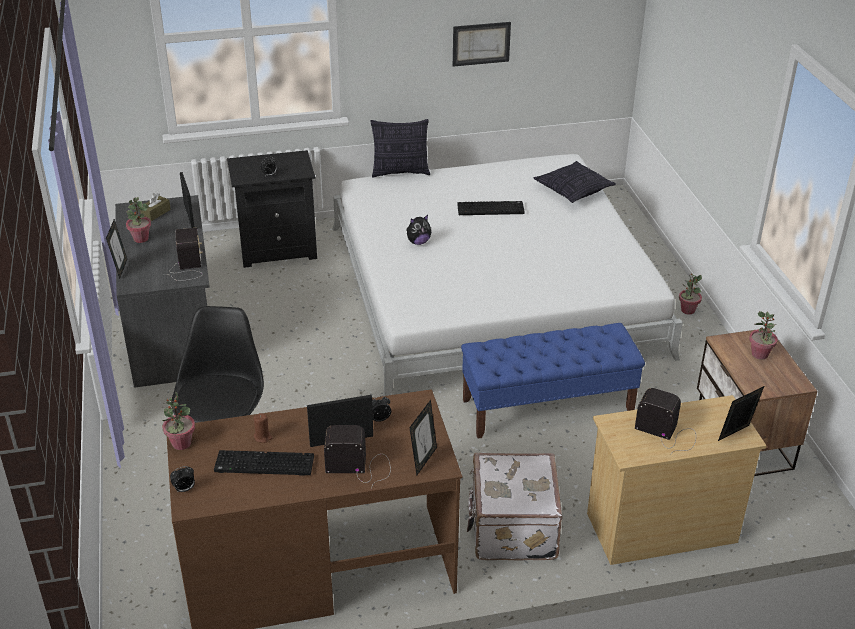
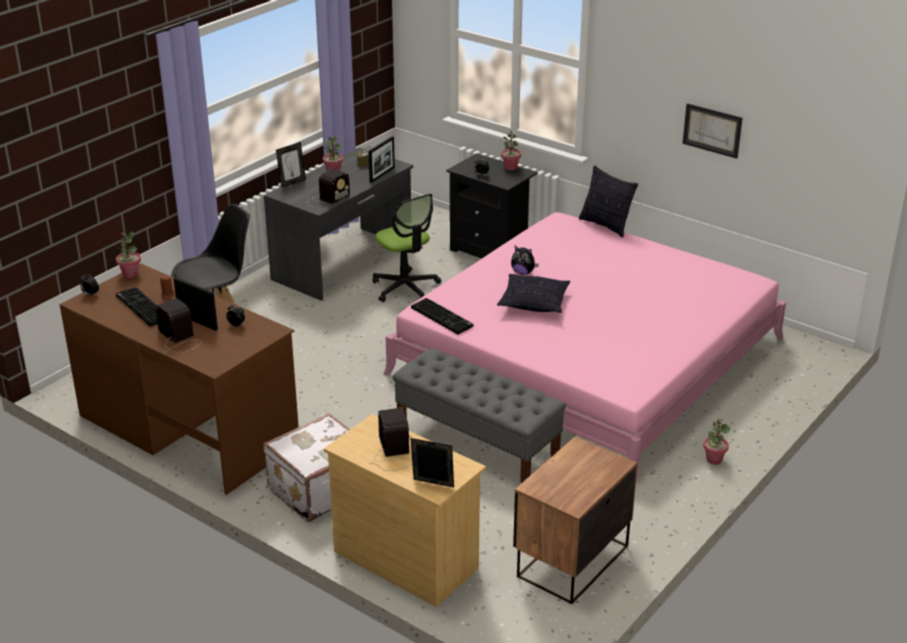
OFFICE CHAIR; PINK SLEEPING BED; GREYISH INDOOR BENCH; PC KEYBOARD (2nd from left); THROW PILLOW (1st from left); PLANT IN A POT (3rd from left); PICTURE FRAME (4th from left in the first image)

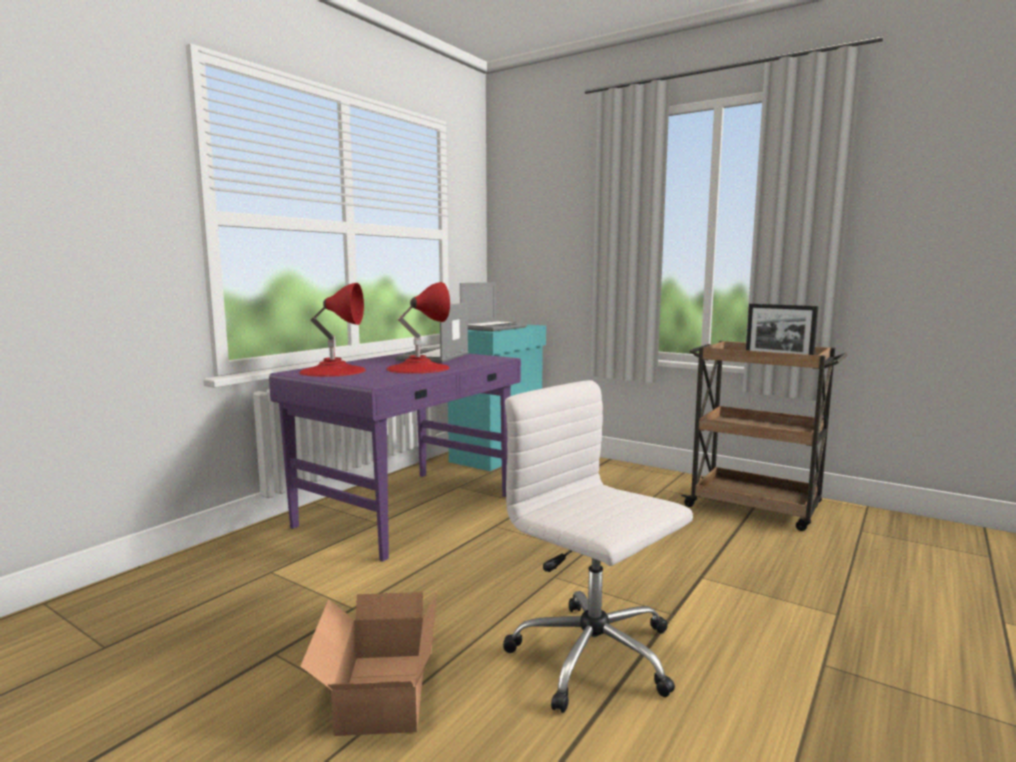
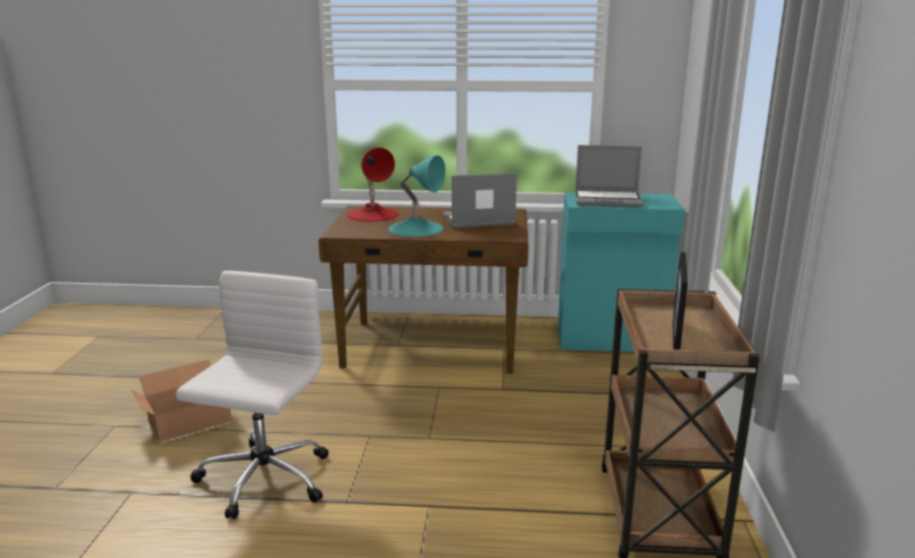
BROWNISH DESK; TURQUOISE-COLOURED TABLE LAMP

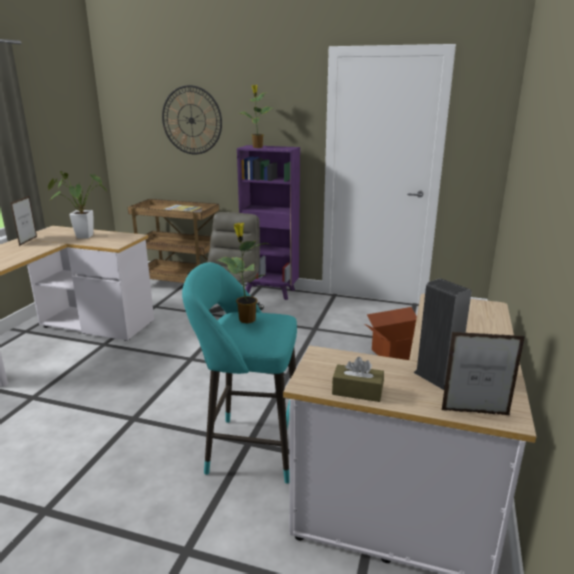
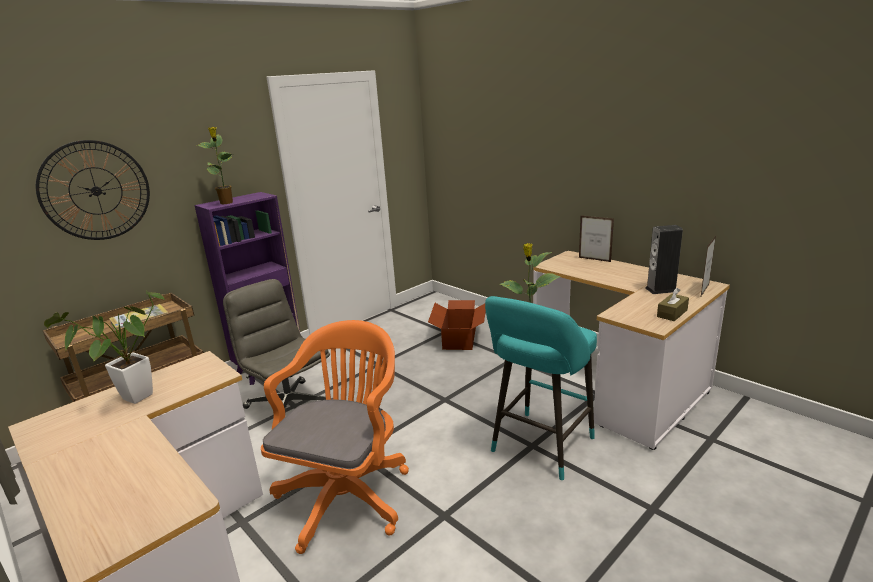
ORANGEY OFFICE CHAIR; PICTURE FRAME (1st from left)

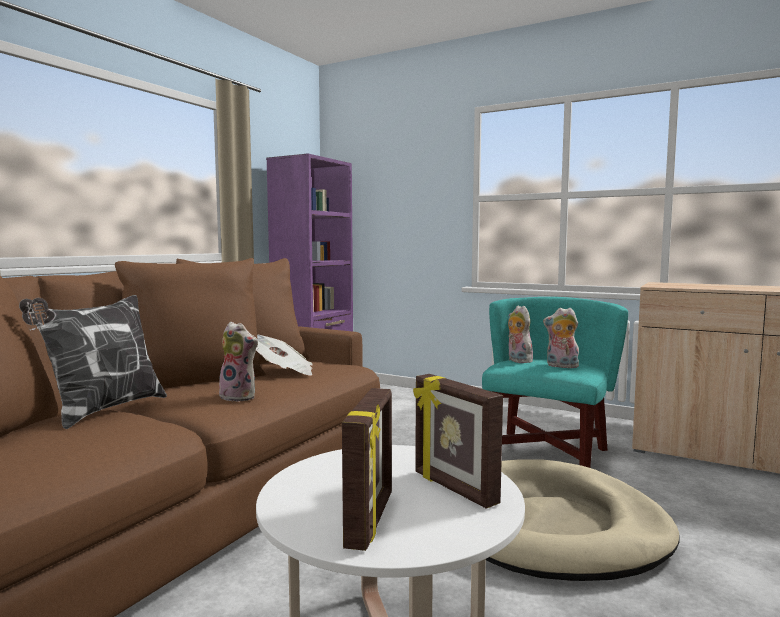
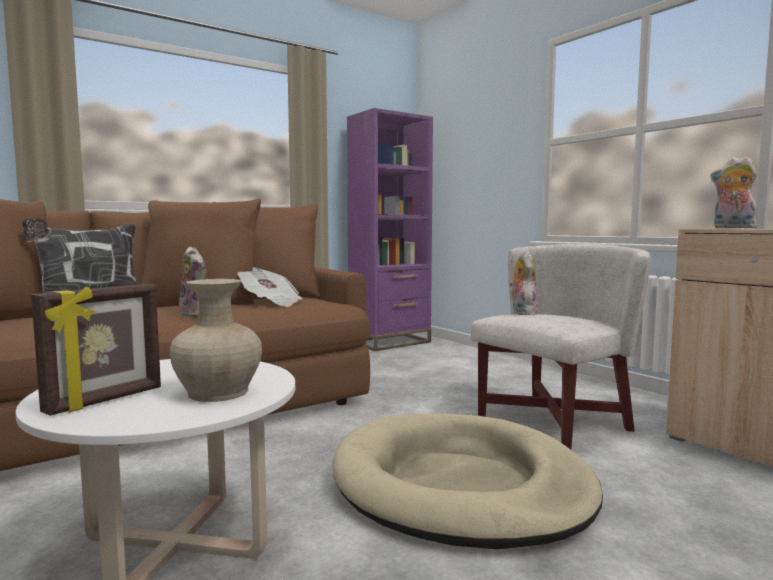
BEIGE-COLOURED DECORATIVE VASE; WHITE-COLOURED LOUNGE CHAIR; SOFT TOY (3rd from left)

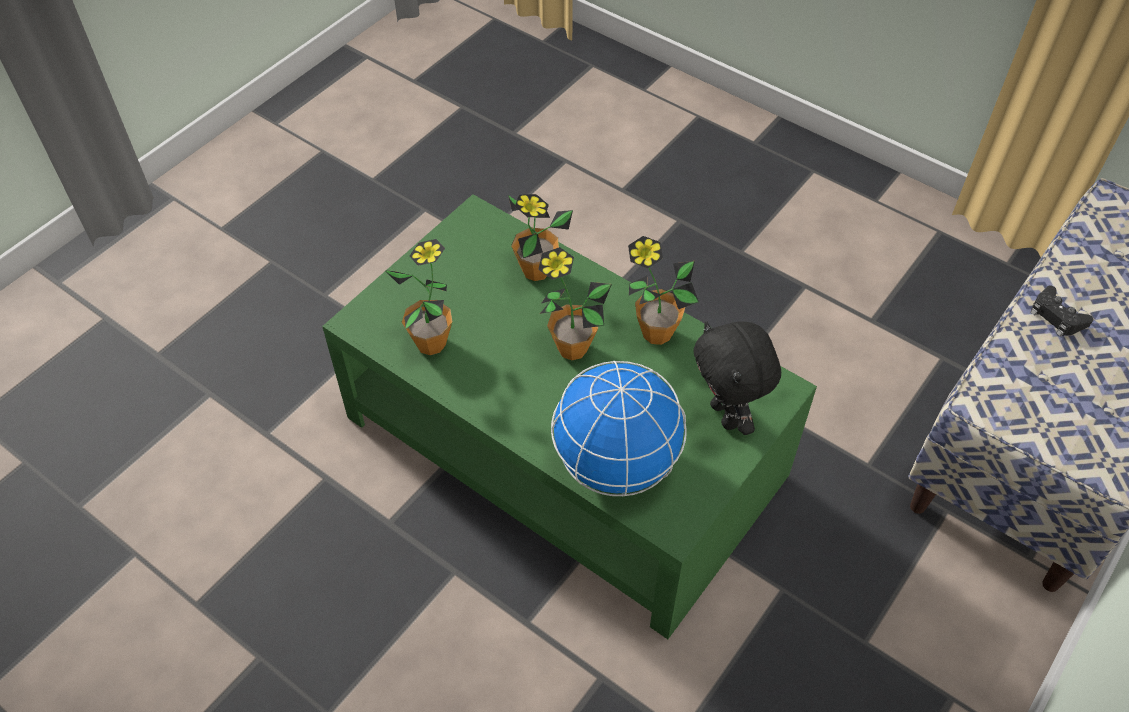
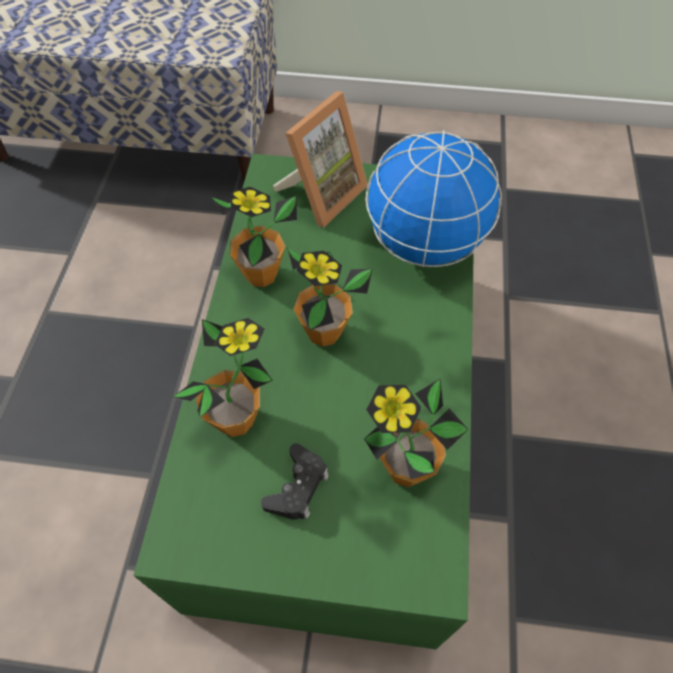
BLACK-COLOURED GAMEPAD; PICTURE FRAME

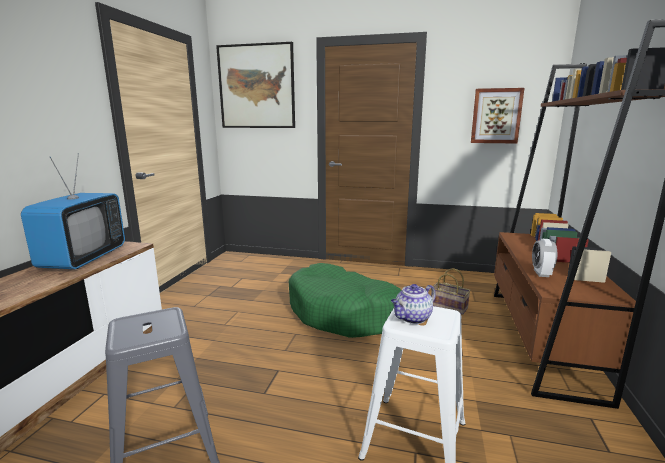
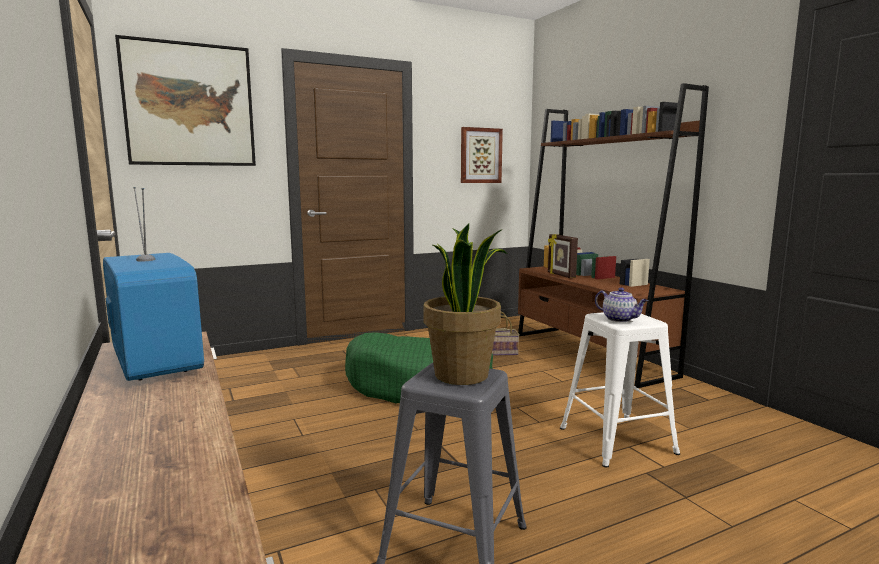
PLANT IN A POT; PICTURE FRAME; TEA POT; TABLE CLOCK

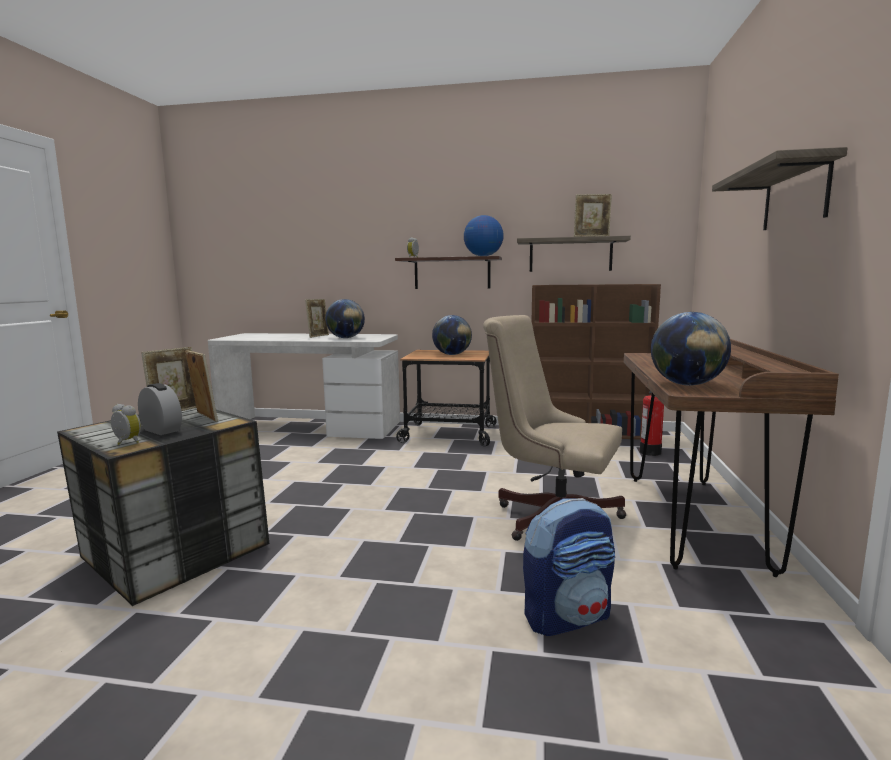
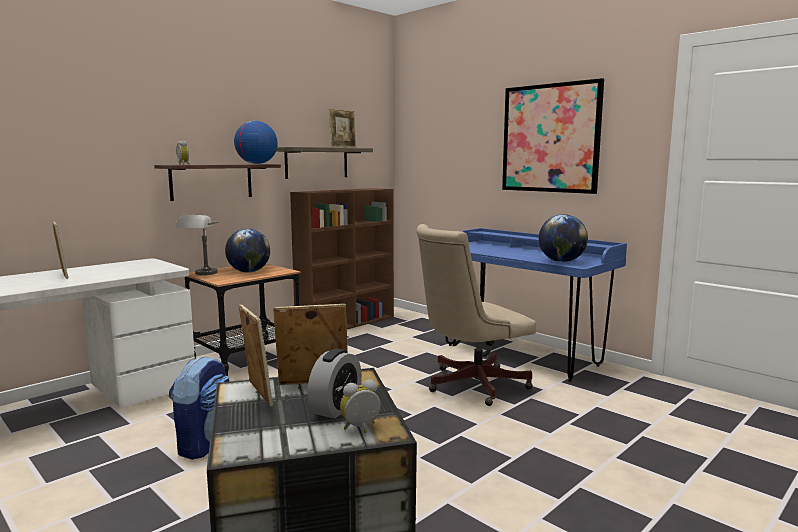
KNAPSACK; GREYISH TABLE LAMP; TABLE CLOCK (2nd from left); BLUISH DESK; WALL PICTURE; GLOBE (1st from left in the first image); EXTINGUISHER

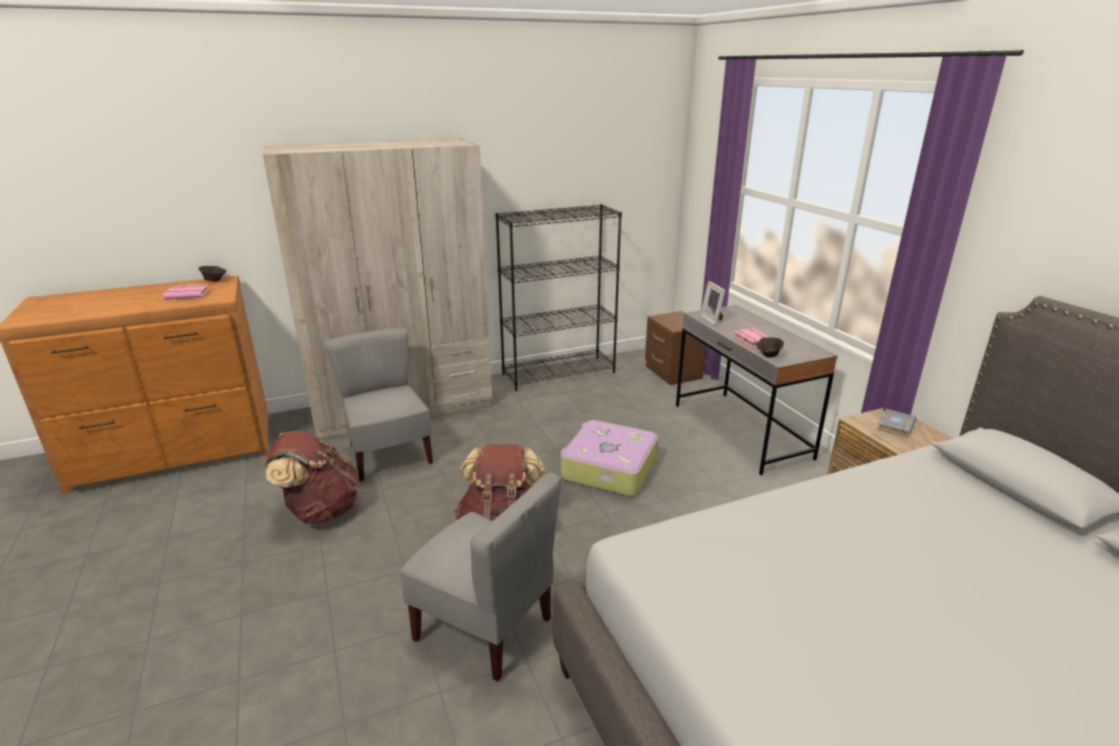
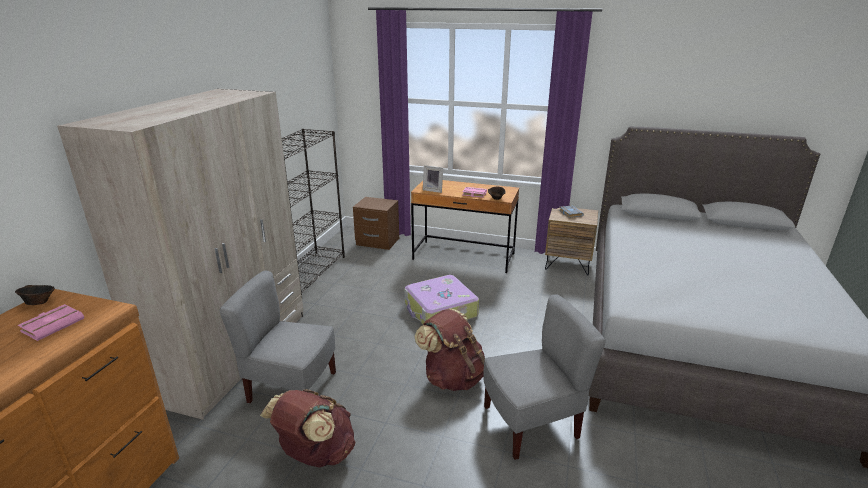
BROWNISH DESK

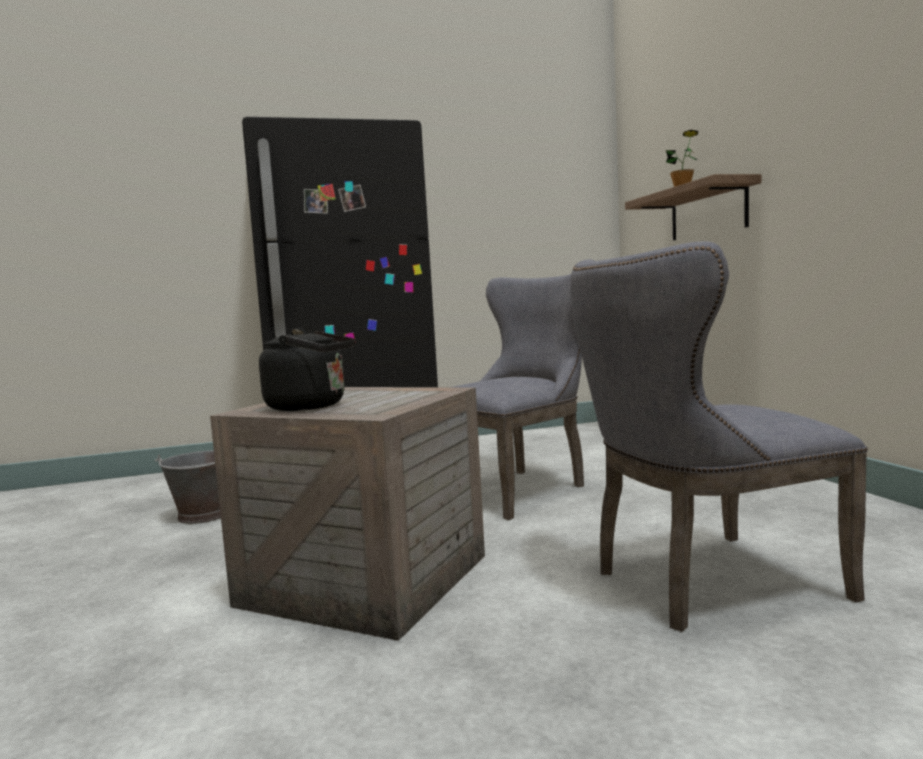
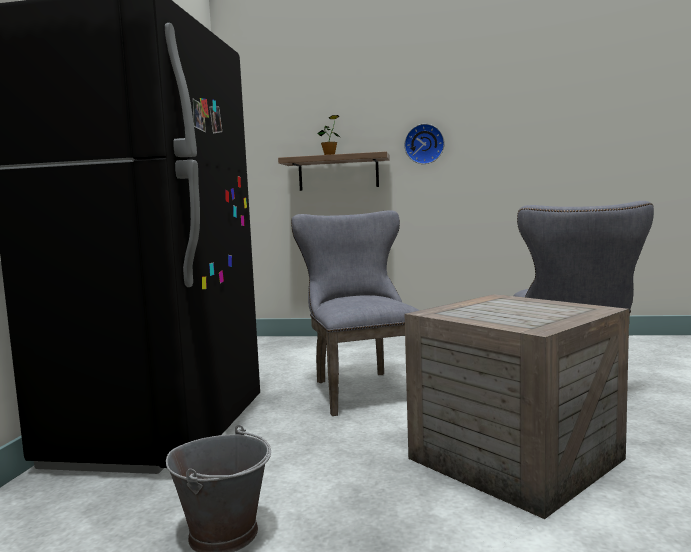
WALL CLOCK; BLACK-COLOURED KETTLE

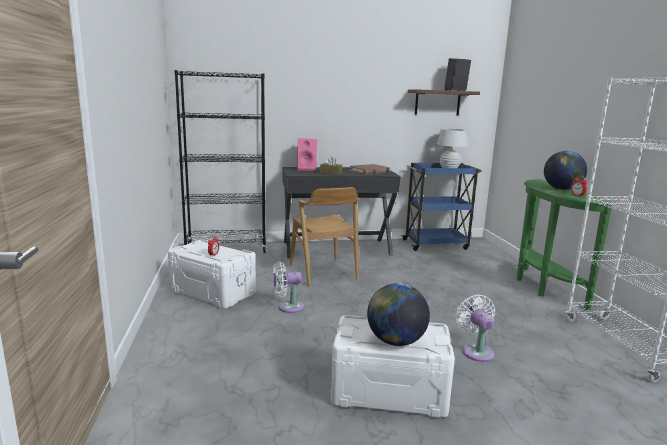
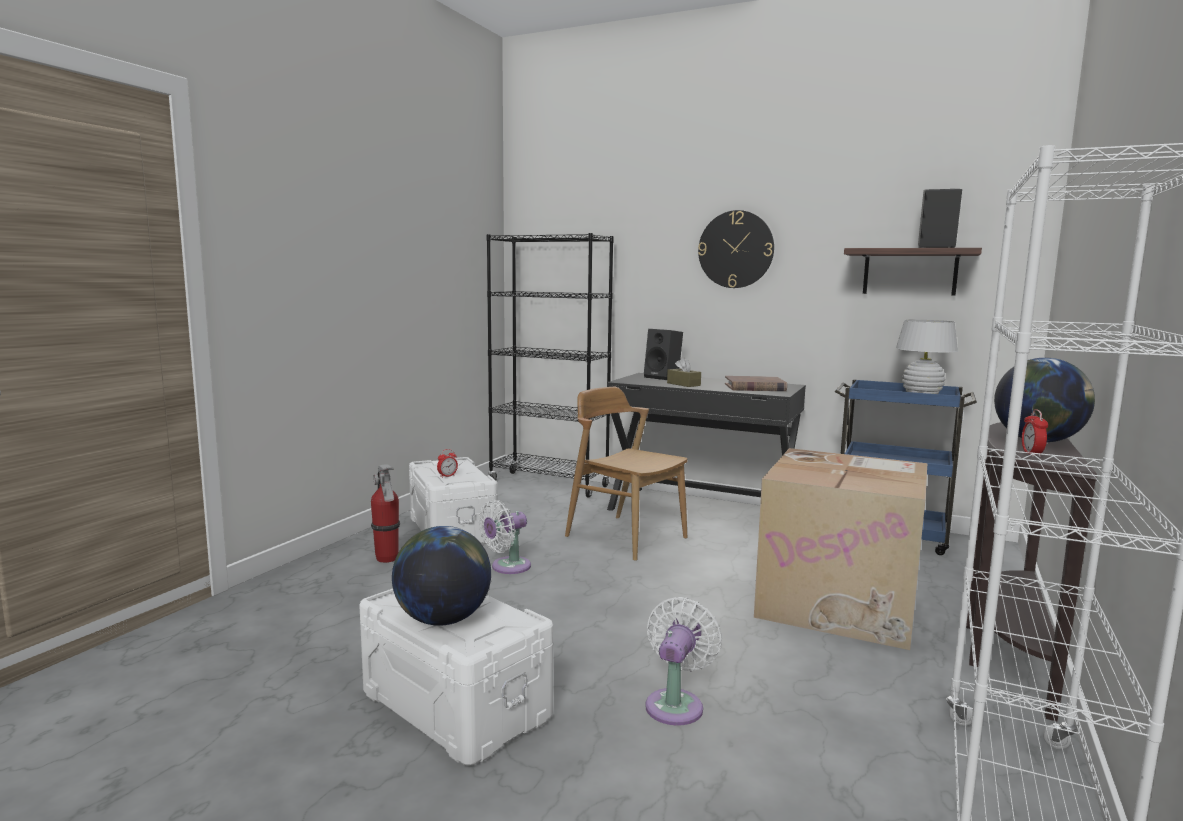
EXTINGUISHER; WHITE-COLOURED COOLING FAN (1st from left); BROWNISH PLAIN CHAIR; BLACK-COLOURED SPEAKER (1st from left); WALL CLOCK; CARTON; BROWNISH HALL TABLE

